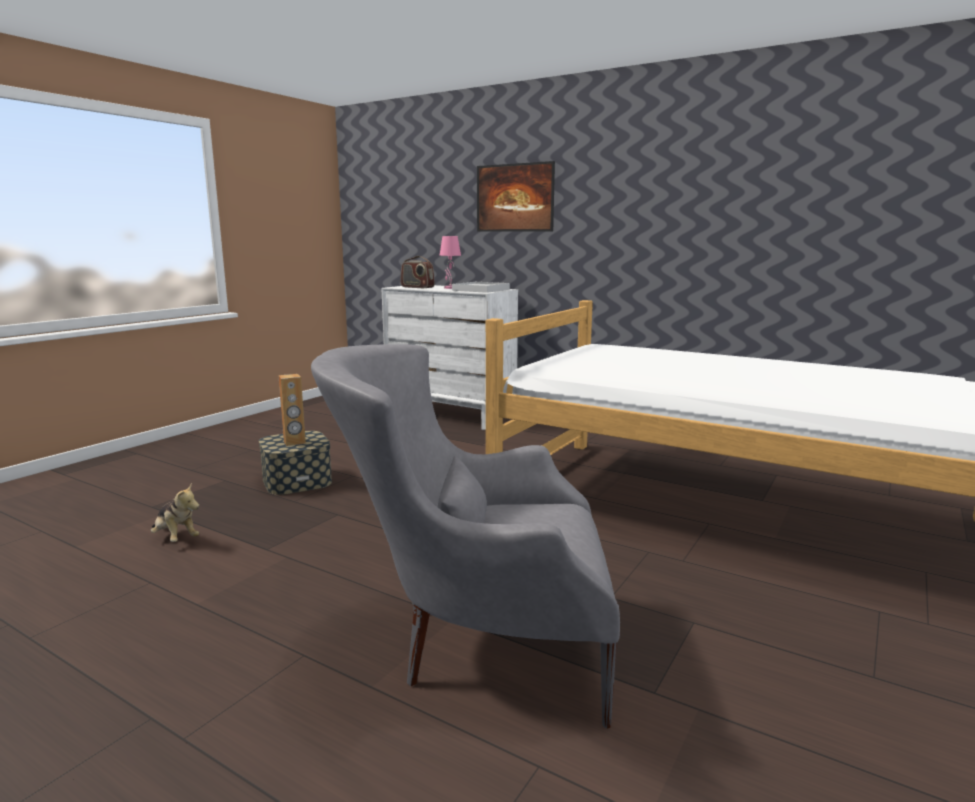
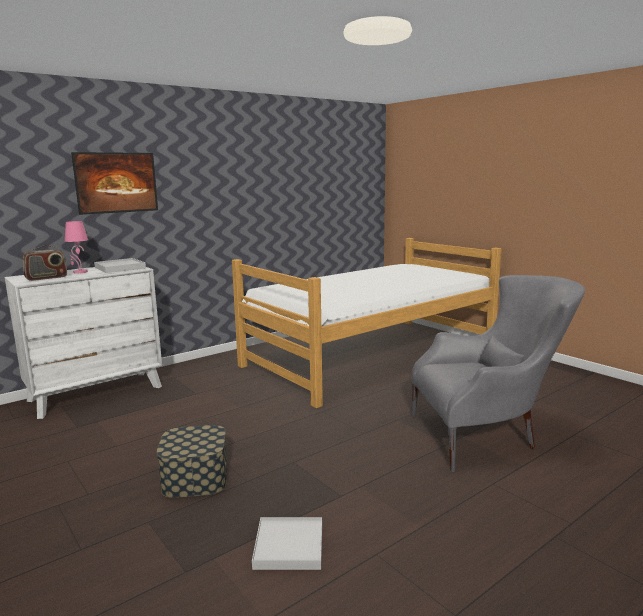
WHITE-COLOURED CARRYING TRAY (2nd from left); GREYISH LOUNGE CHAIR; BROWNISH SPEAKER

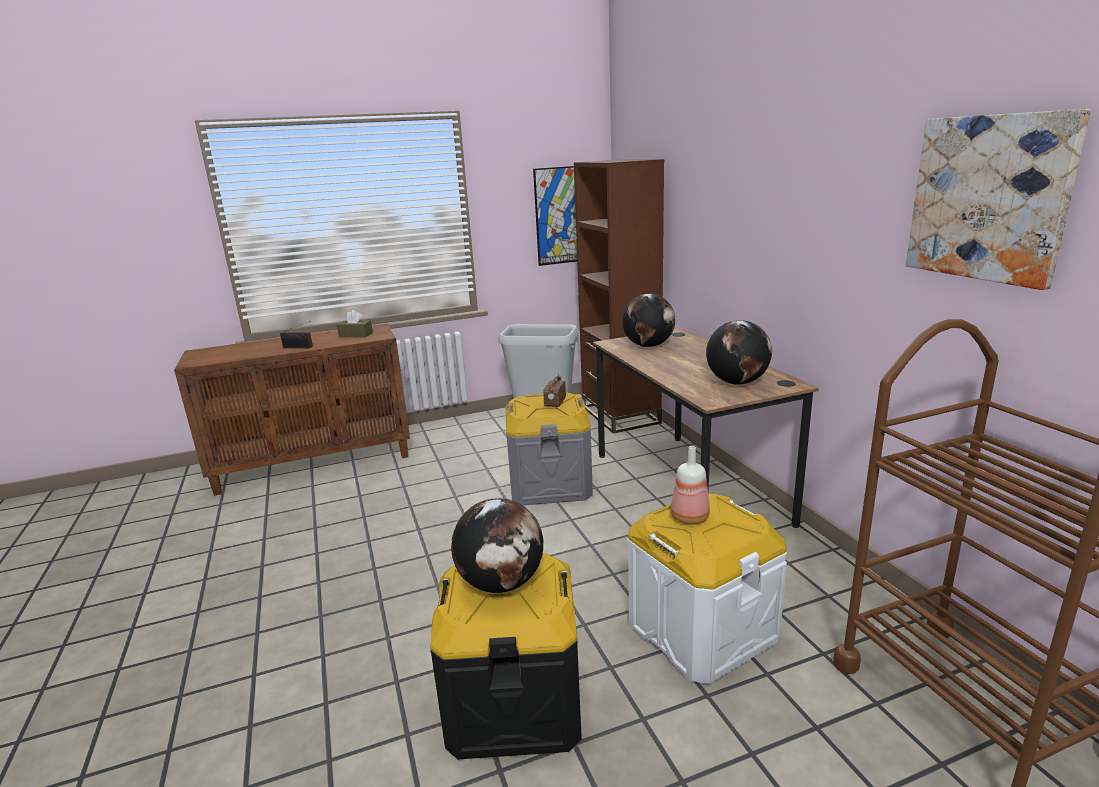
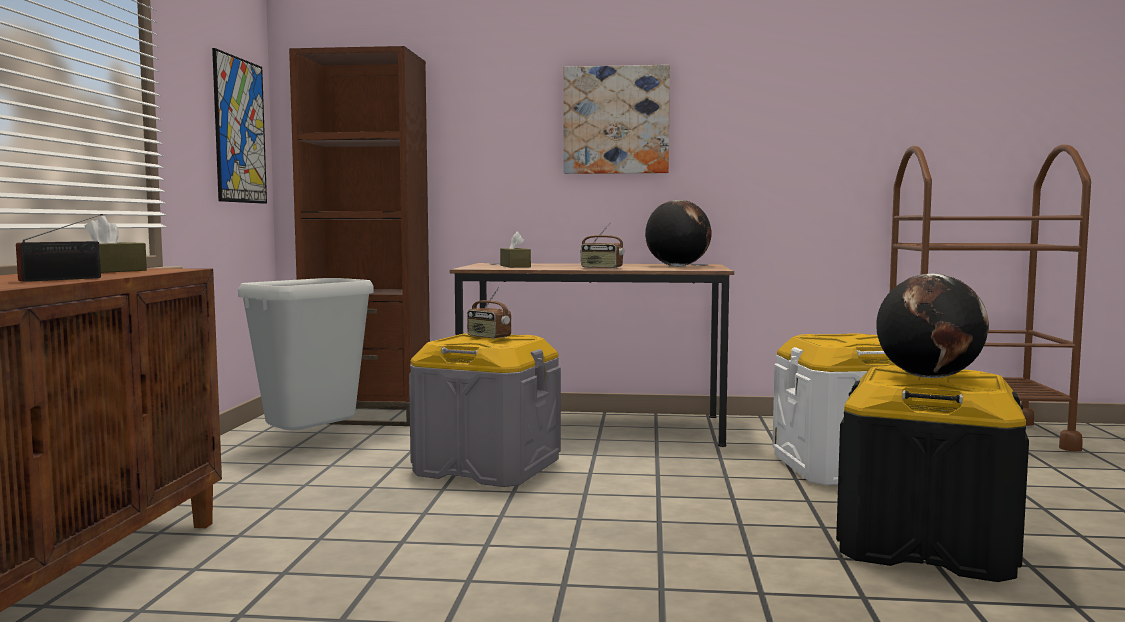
BROWNISH TISSUE BOX (2nd from left); WALL PICTURE (2nd from left); RADIO SET (3rd from left); BOTTLE

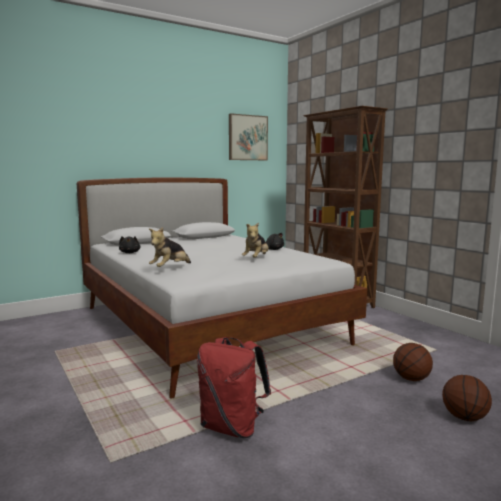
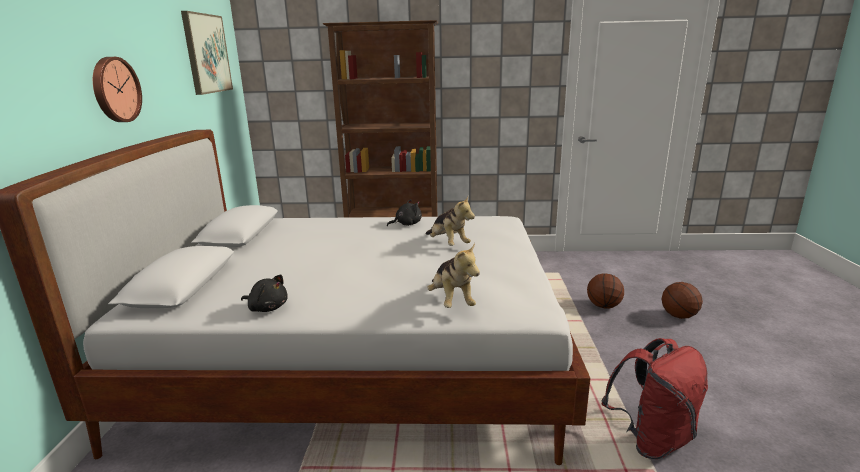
WALL CLOCK

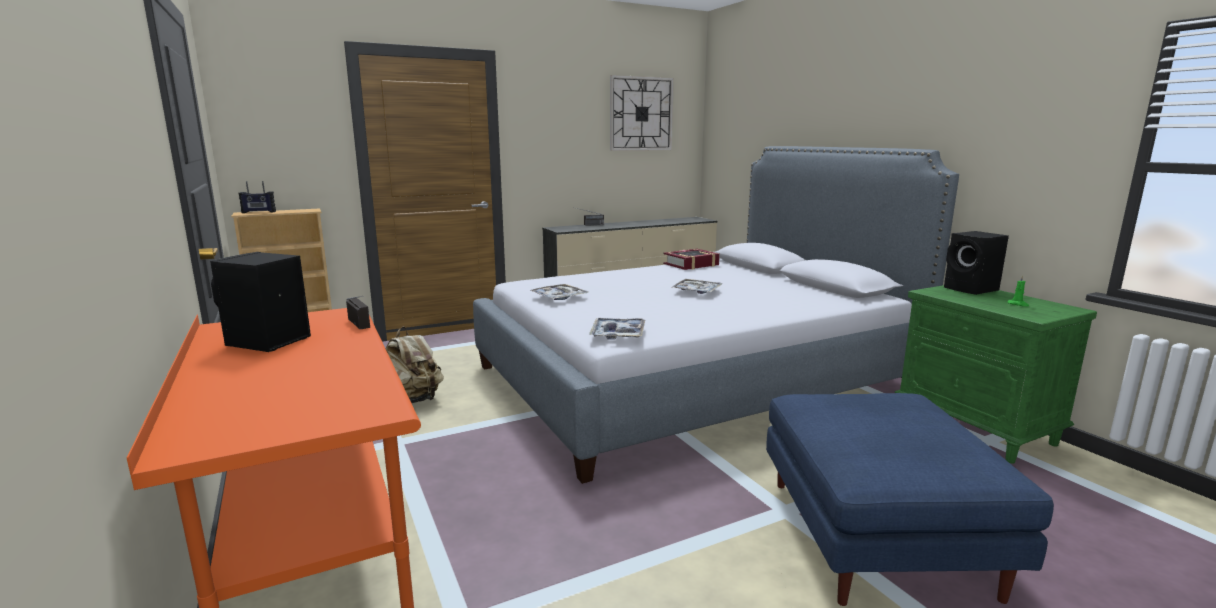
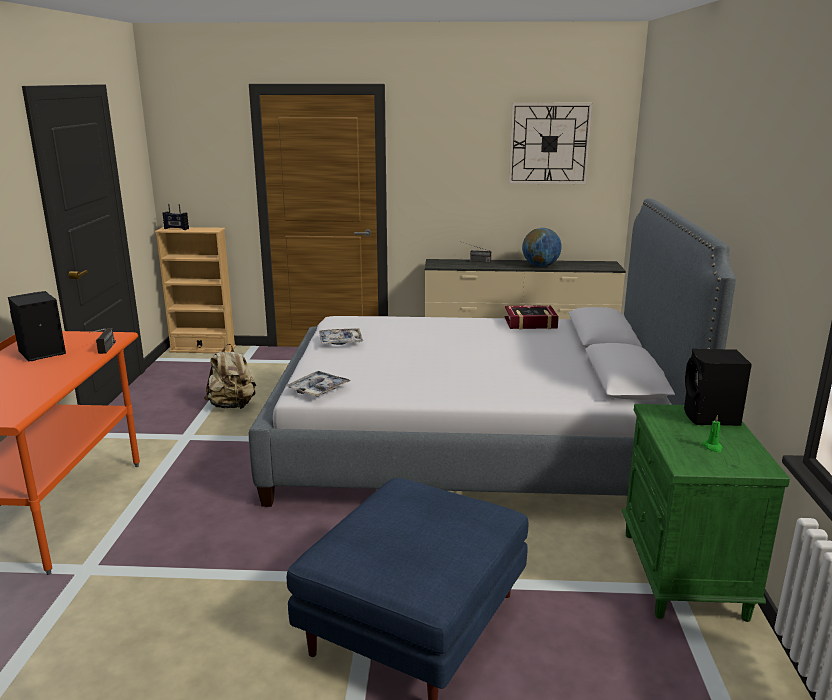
GLOBE; CARRYING TRAY (3rd from left in the first image)

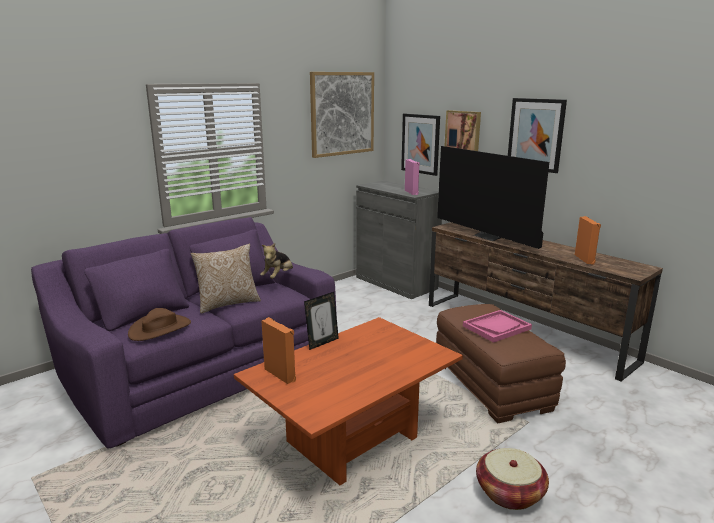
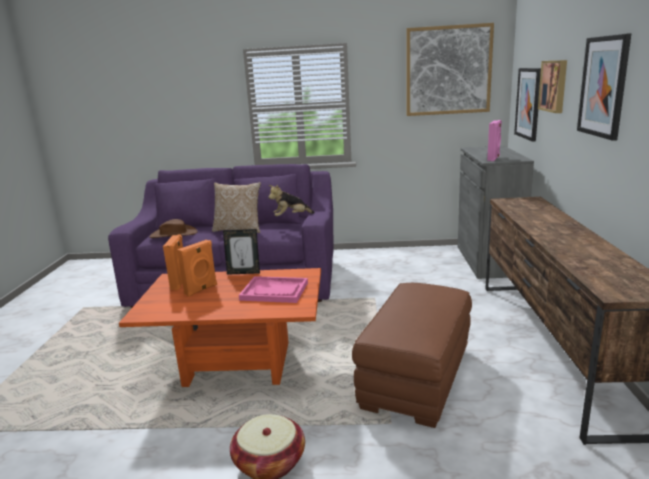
ORANGEY SPEAKER (2nd from left); PINK CARRYING TRAY; TV

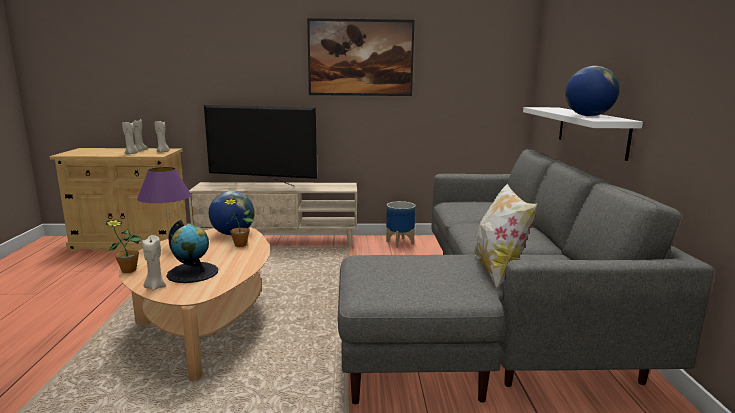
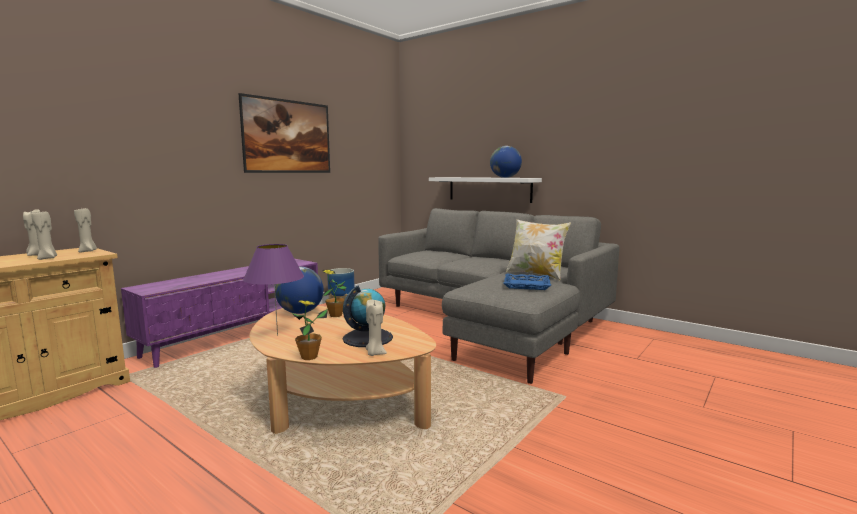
PURPLE TV UNIT; BLUISH CARRYING TRAY; TV

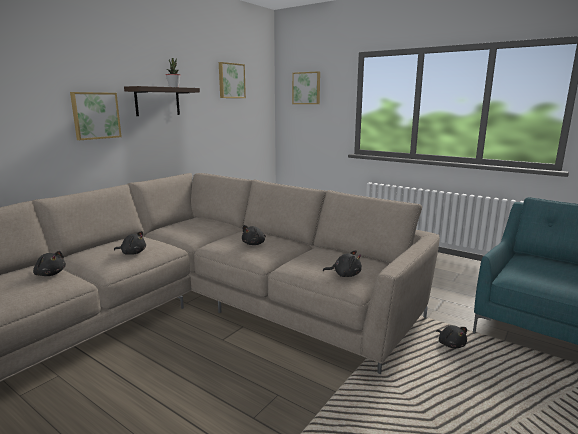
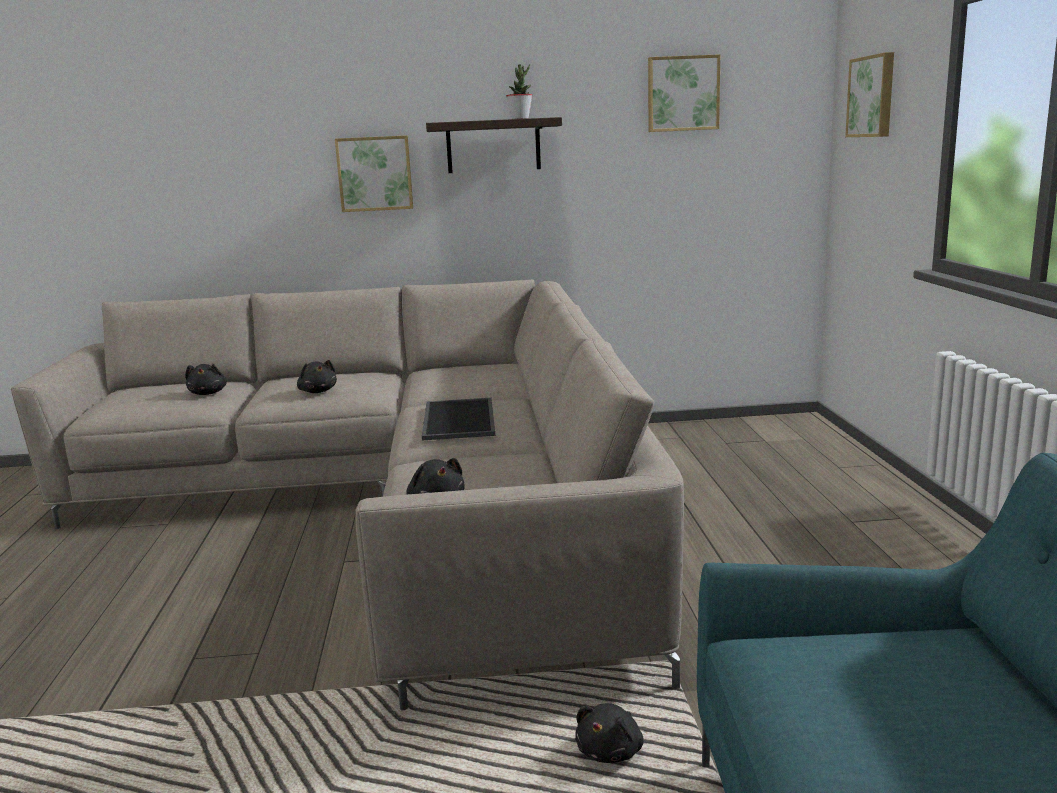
CARRYING TRAY

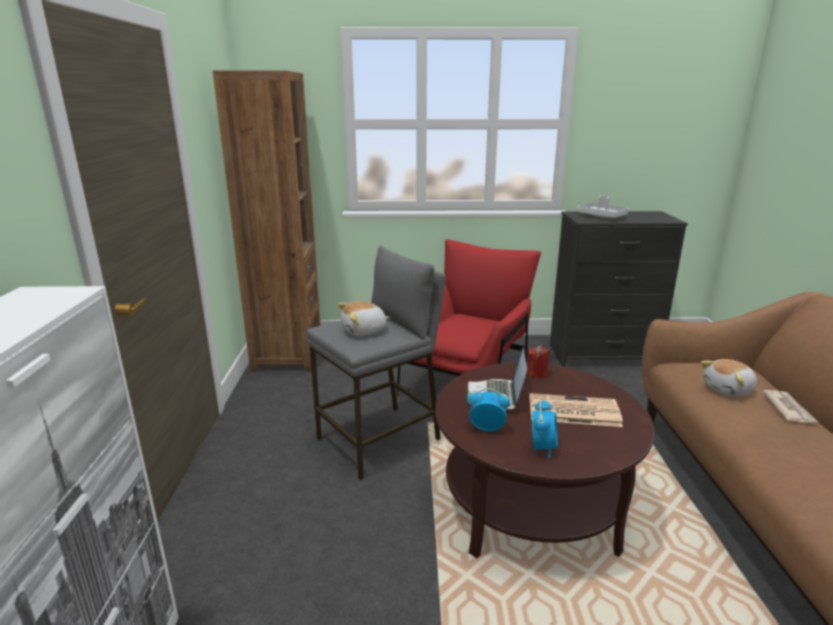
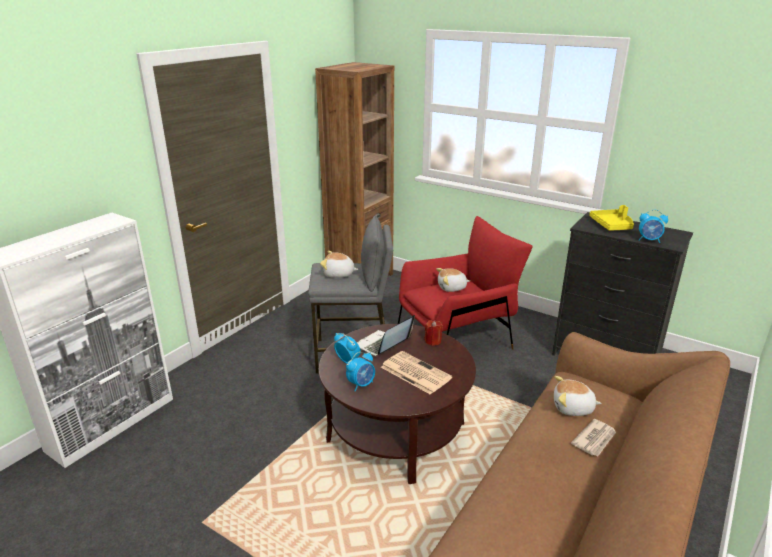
SOFT TOY (2nd from left); YELLOWISH CARRYING TRAY; TABLE CLOCK (3rd from left)

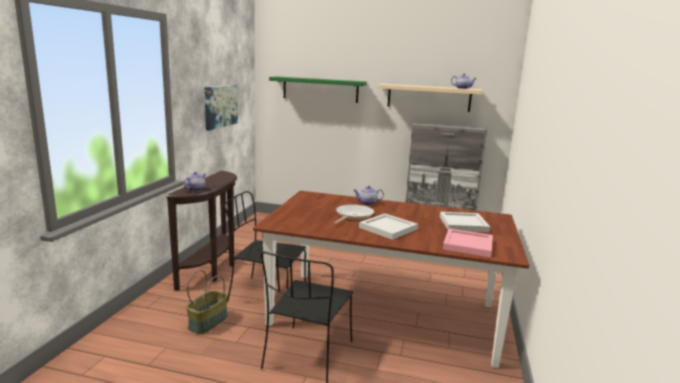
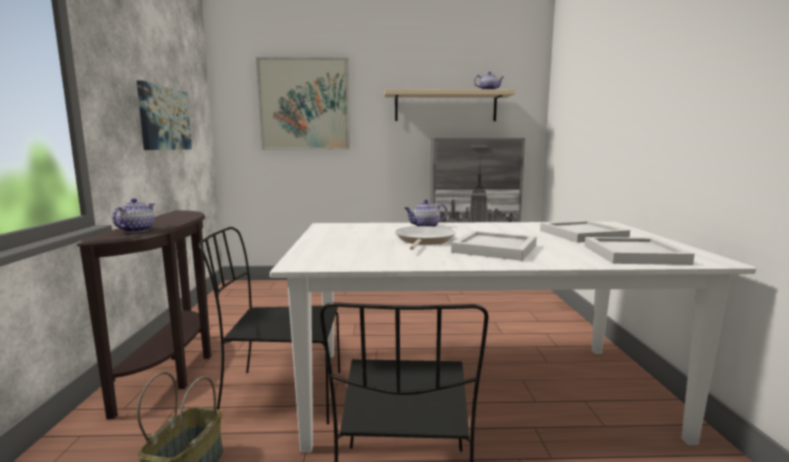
WALL PICTURE (2nd from left); WHITE-COLOURED DINING TABLE; WHITE-COLOURED CARRYING TRAY (3rd from left)

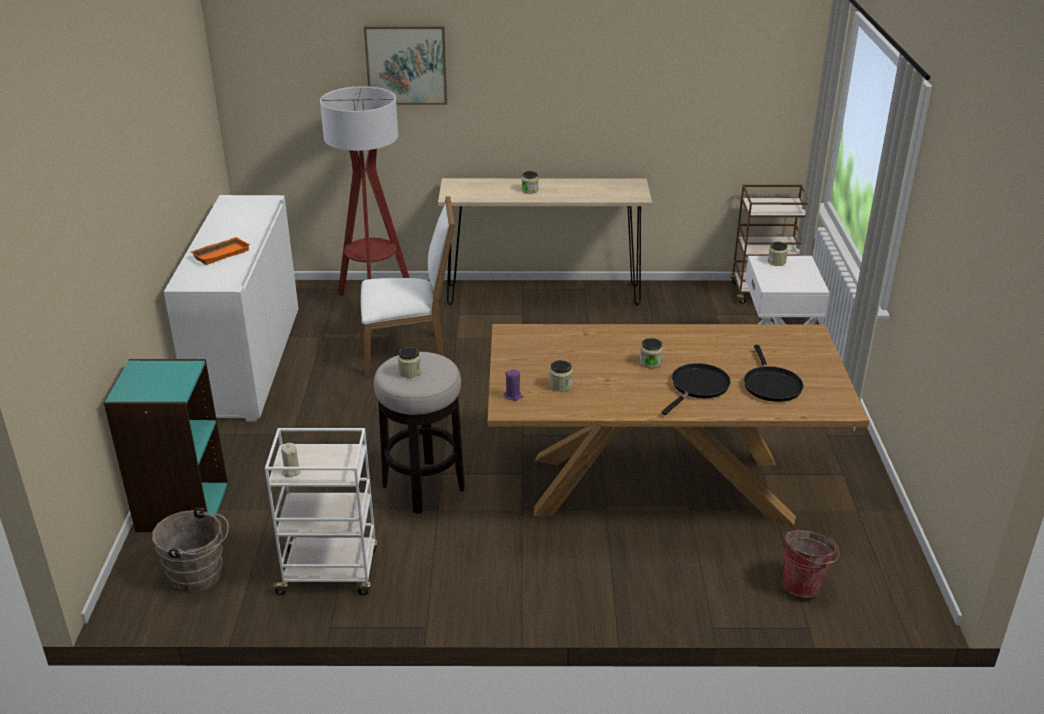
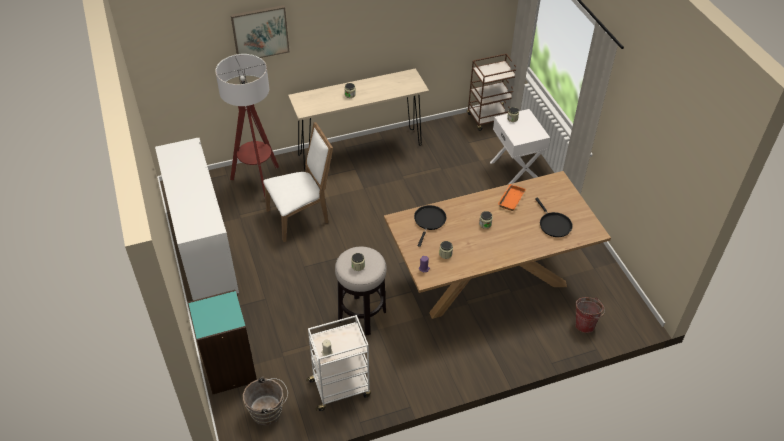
BLACK-COLOURED FRYING PAN (1st from left); ORANGEY CARRYING TRAY

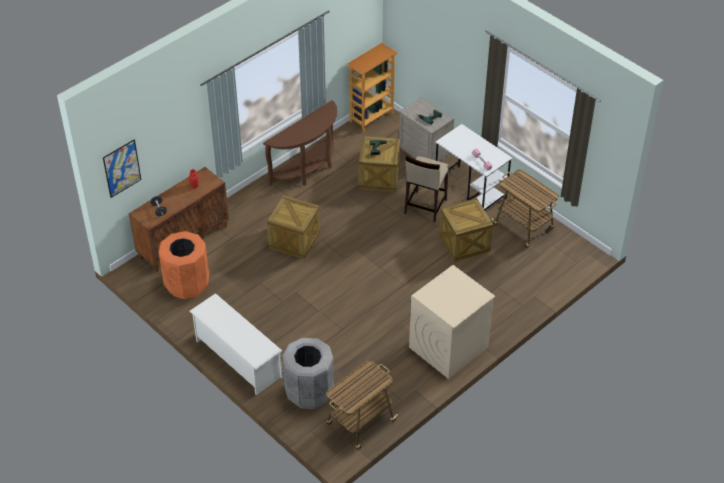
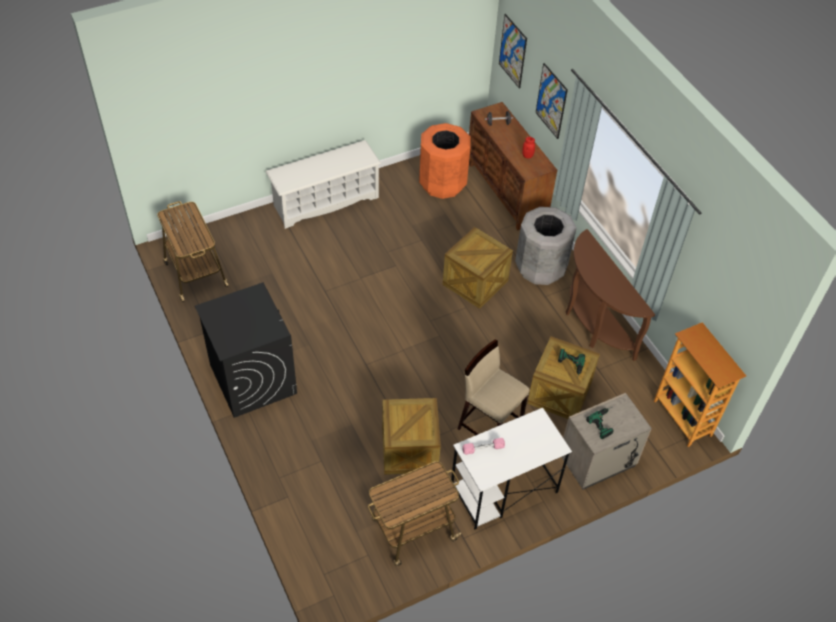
BLACK-COLOURED LAUNDRY APPLIANCE; GREYISH WASTE BIN; WALL PICTURE (2nd from left)

